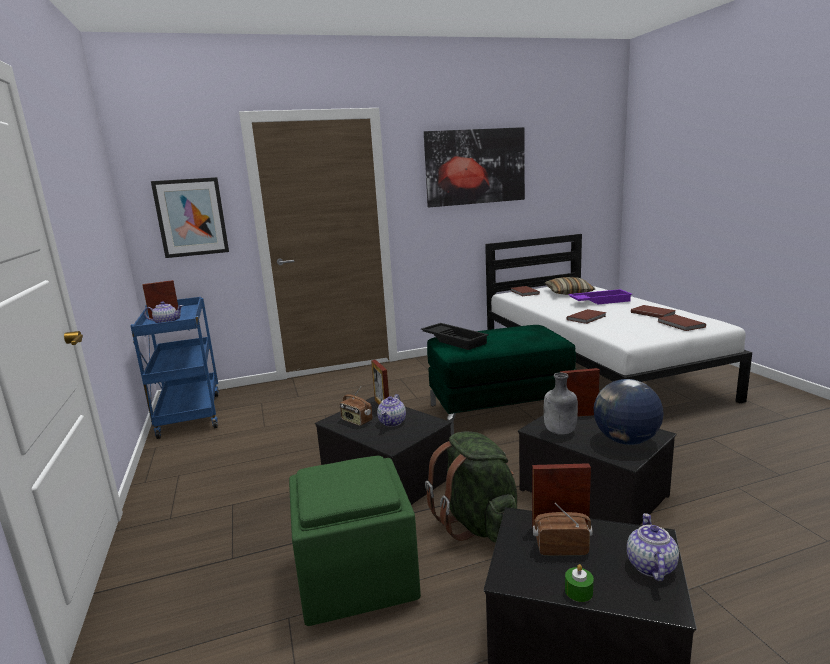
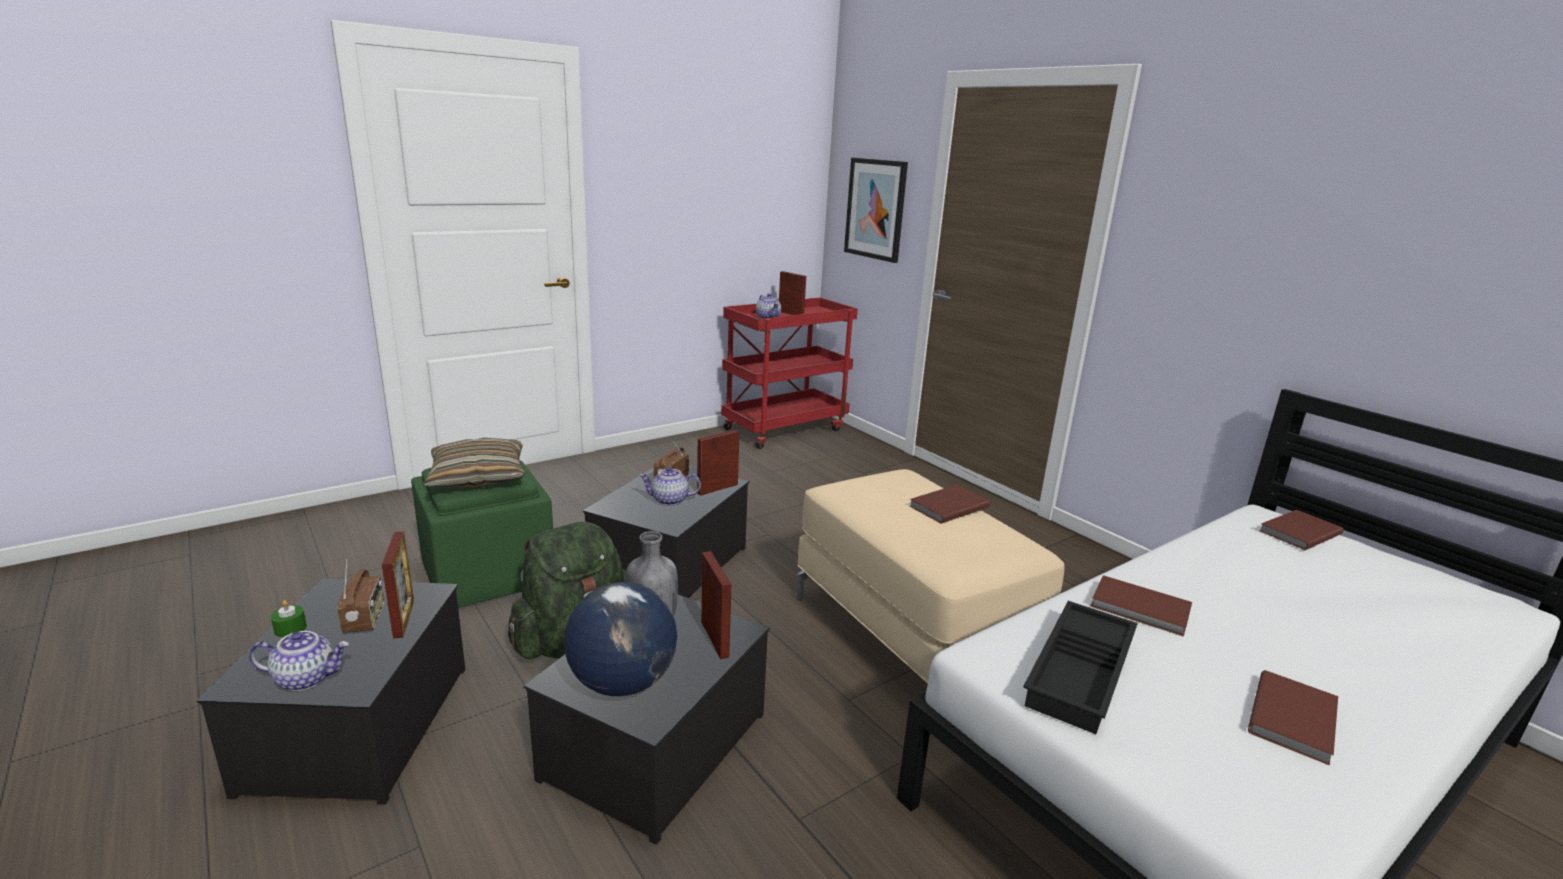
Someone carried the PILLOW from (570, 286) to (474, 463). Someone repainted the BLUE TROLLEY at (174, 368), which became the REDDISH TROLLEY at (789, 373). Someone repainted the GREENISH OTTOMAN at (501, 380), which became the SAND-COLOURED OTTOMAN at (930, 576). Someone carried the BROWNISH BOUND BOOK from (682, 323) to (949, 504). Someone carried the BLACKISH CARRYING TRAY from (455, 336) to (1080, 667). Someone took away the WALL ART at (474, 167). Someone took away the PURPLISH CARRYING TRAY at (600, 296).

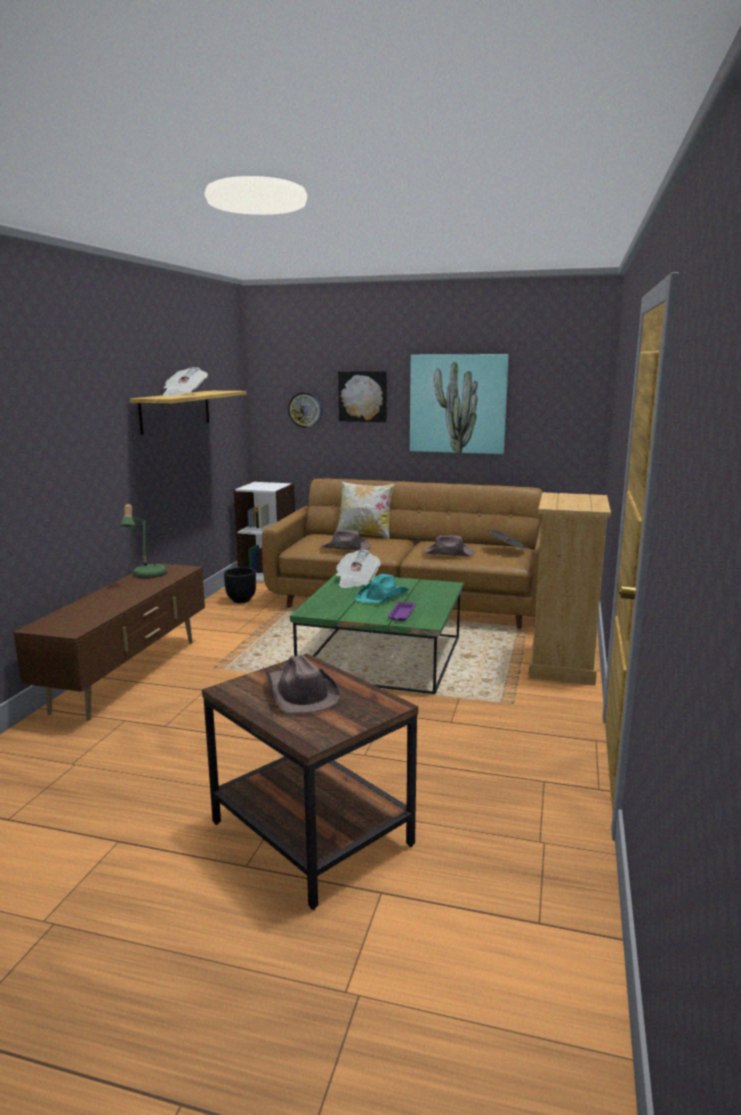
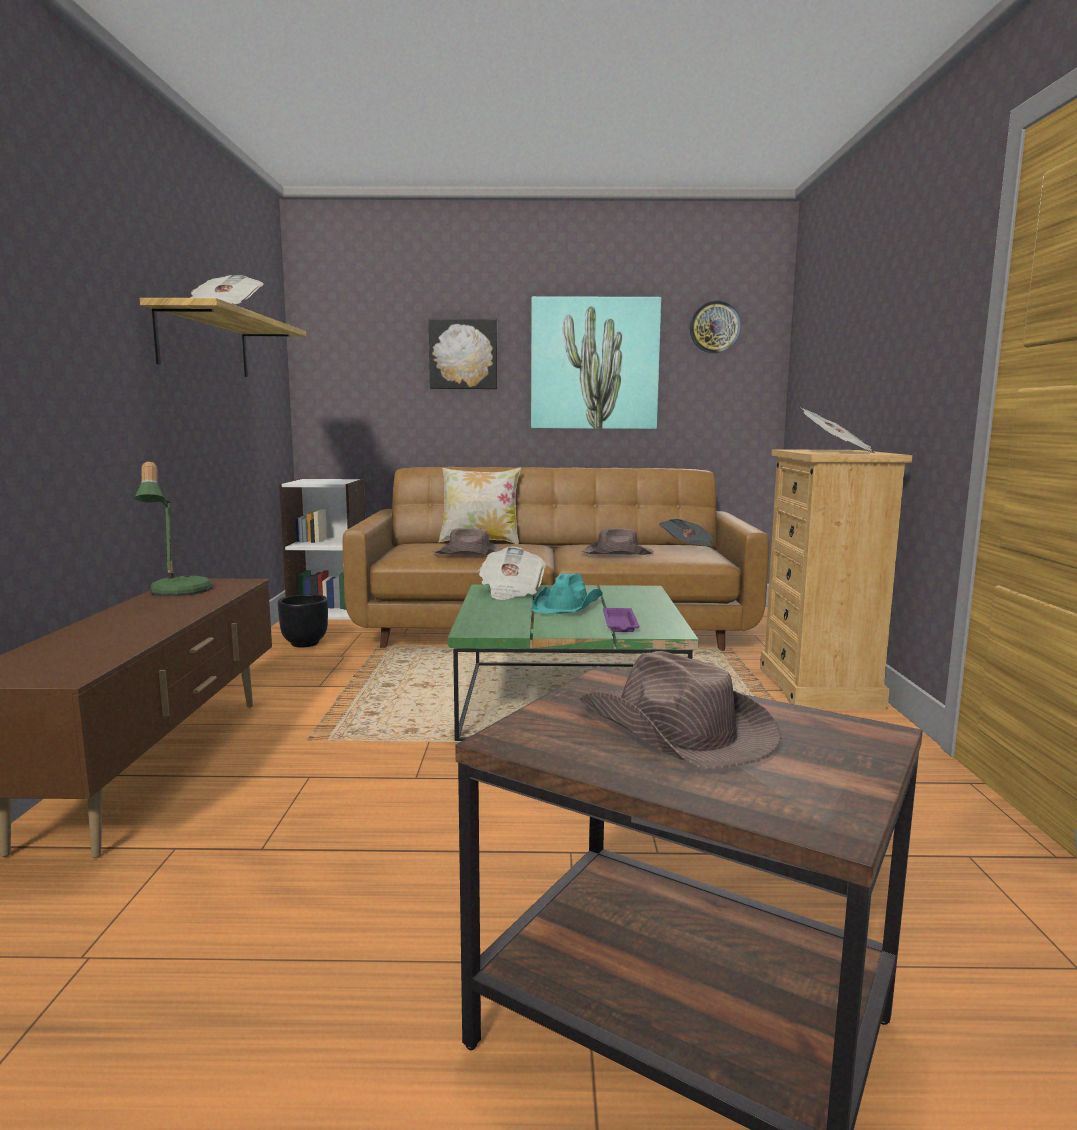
Someone carried the CLOCK ON THE WALL from (305, 410) to (715, 327). Someone put down the PRINTED PAPER at (837, 430).

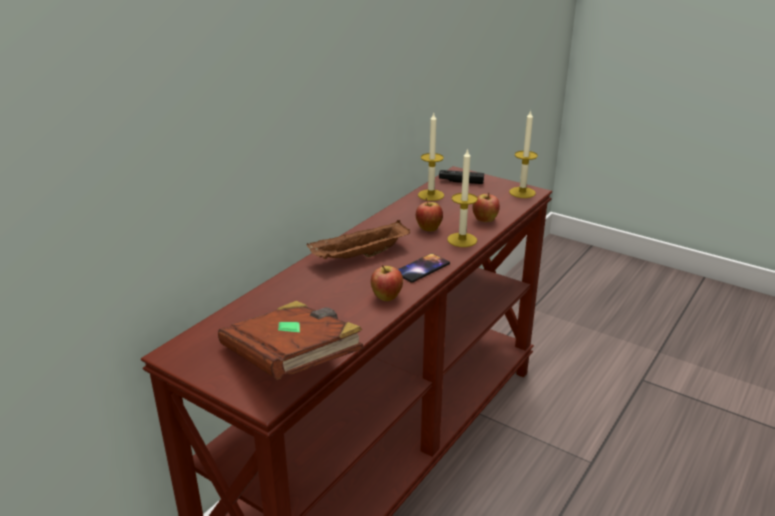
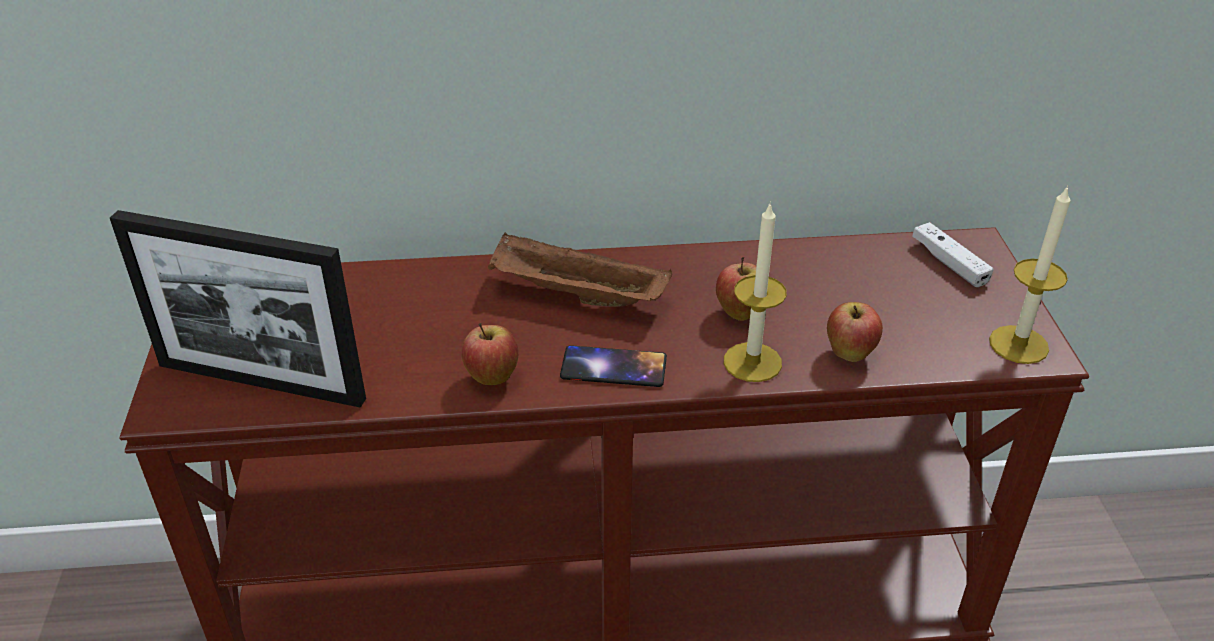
Someone swapped the BROWNISH BOUND BOOK at (291, 340) for the PHOTO FRAME at (238, 309). Someone repainted the BLACKISH JOYPAD at (461, 177), which became the WHITISH JOYPAD at (953, 254). Someone took away the CANDLE at (431, 157).

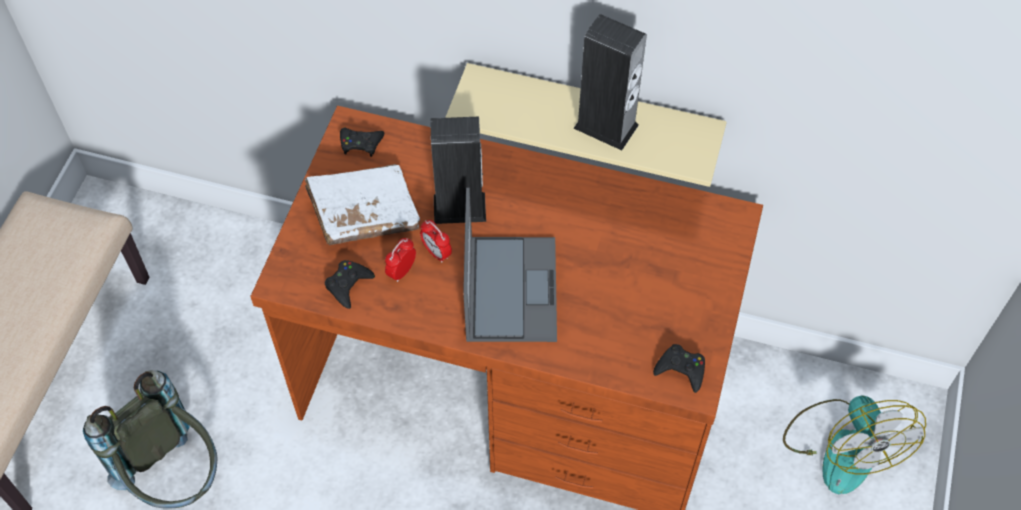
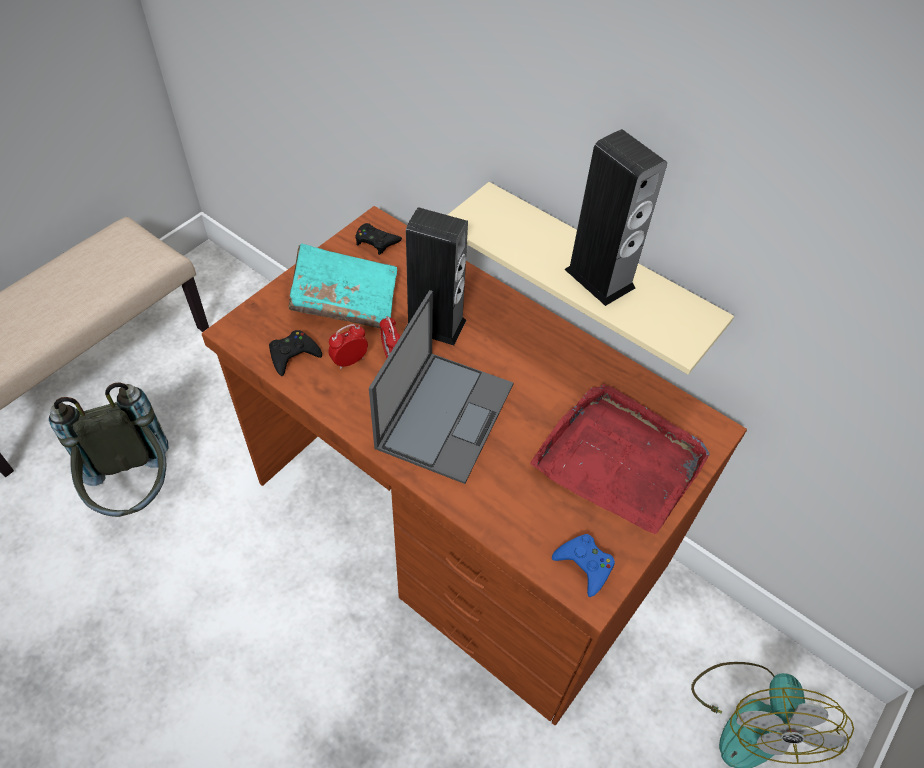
Someone repainted the WHITISH BOUND BOOK at (362, 204), which became the BLUE-GREEN BOUND BOOK at (343, 286). Someone put down the REDDISH CARRYING TRAY at (620, 459). Someone repainted the BLACKISH JOYPAD at (679, 368), which became the BLUE JOYPAD at (583, 565).

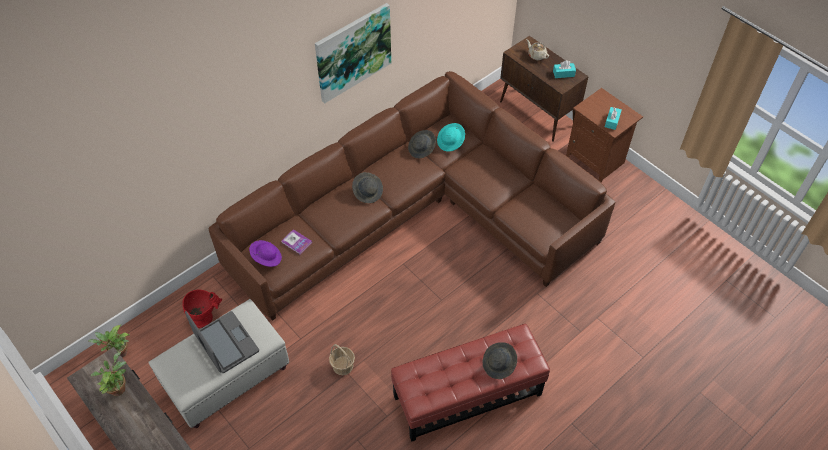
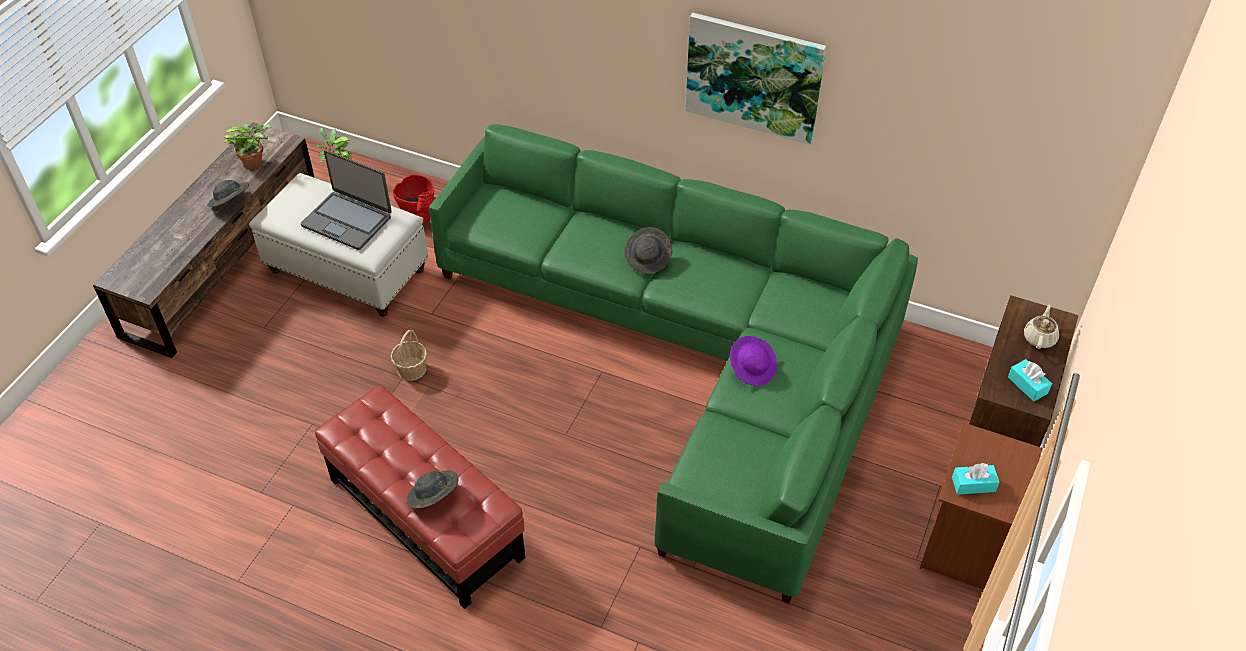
Someone carried the GRAY CLOTHING HAT from (422, 144) to (228, 193). Someone rotated the NOTEBOOK COMPUTER at (222, 342) by 90 degrees clockwise. Someone repainted the BROWNISH COUCH at (412, 196), which became the GREENISH COUCH at (673, 364). Someone carried the PURPLISH CLOTHING HAT from (265, 253) to (753, 361). Someone took away the BOUND BOOK at (297, 241). Someone took away the BLUE-GREEN CLOTHING HAT at (451, 137).

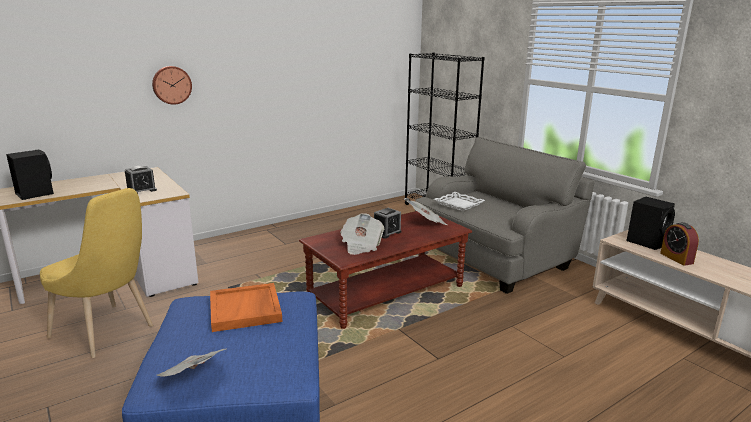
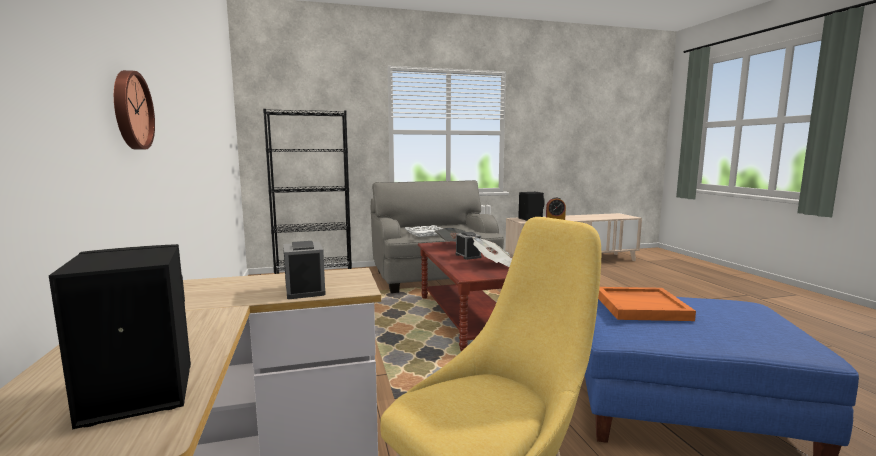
Someone took away the PRINTED PAPER at (191, 363).

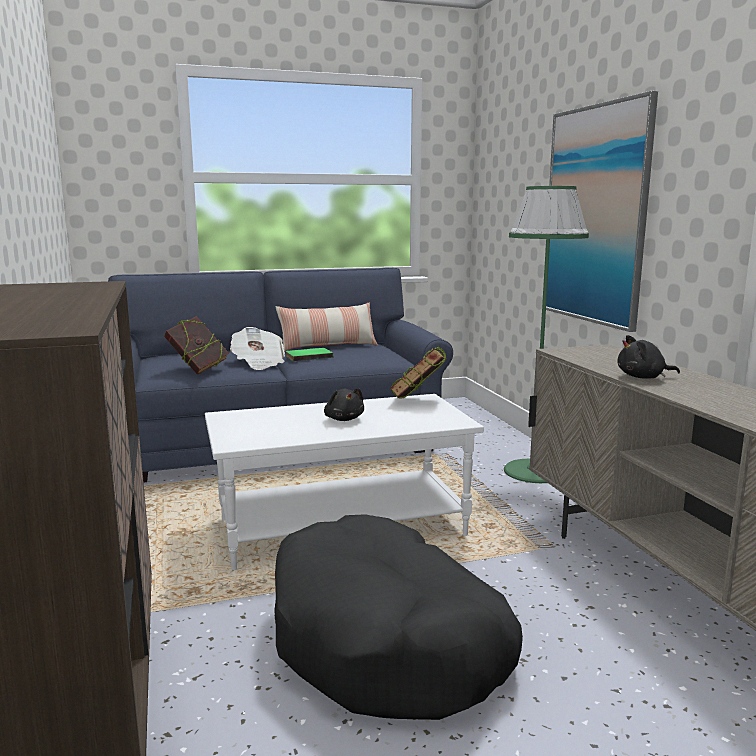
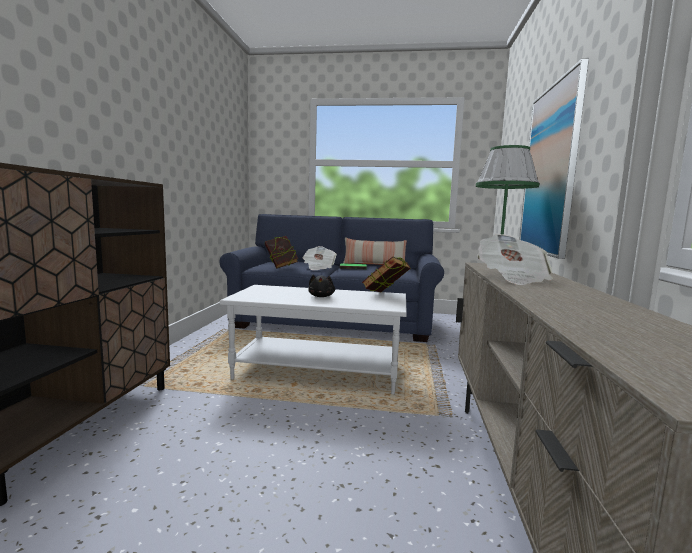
Someone swapped the BLACKISH SOFT TOY at (648, 357) for the PRINTED PAPER at (515, 259). Someone took away the BLACKISH PET BED at (398, 617).

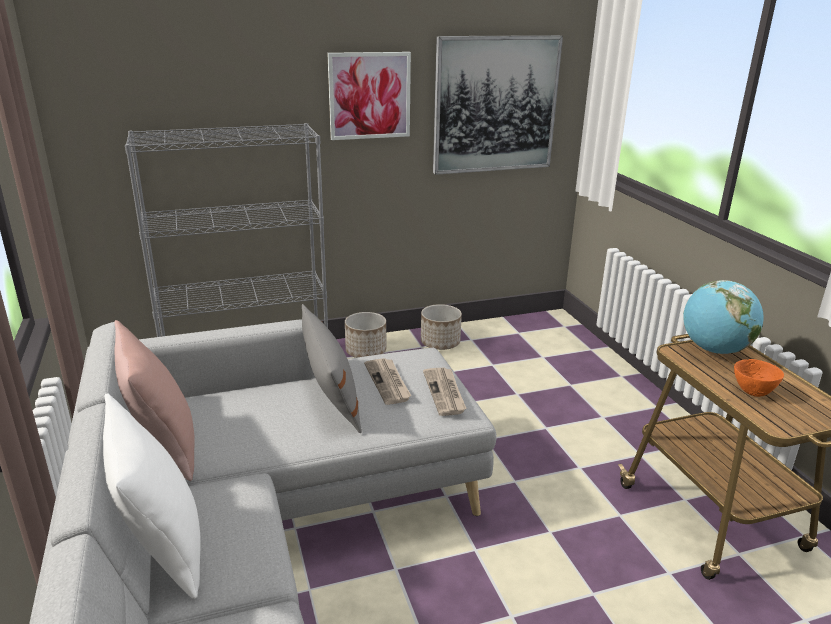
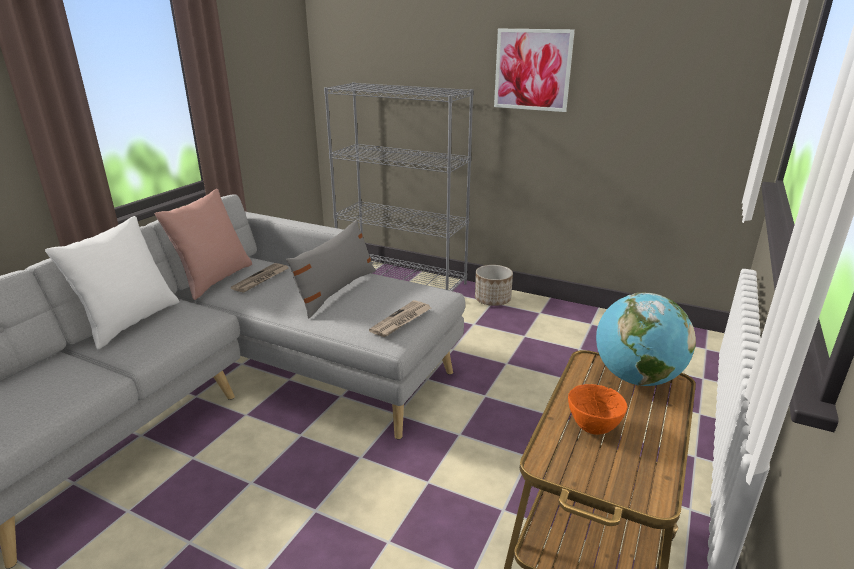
Someone carried the PRINTED PAPER from (387, 381) to (259, 278). Someone took away the FLOWER POT at (441, 327). Someone took away the WALL ART at (498, 105).

